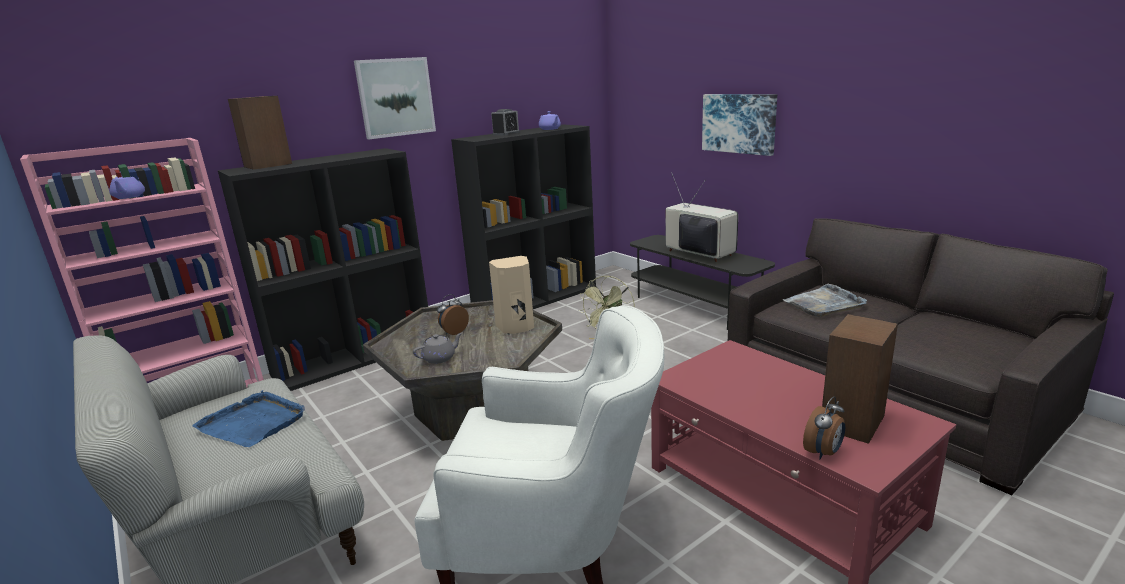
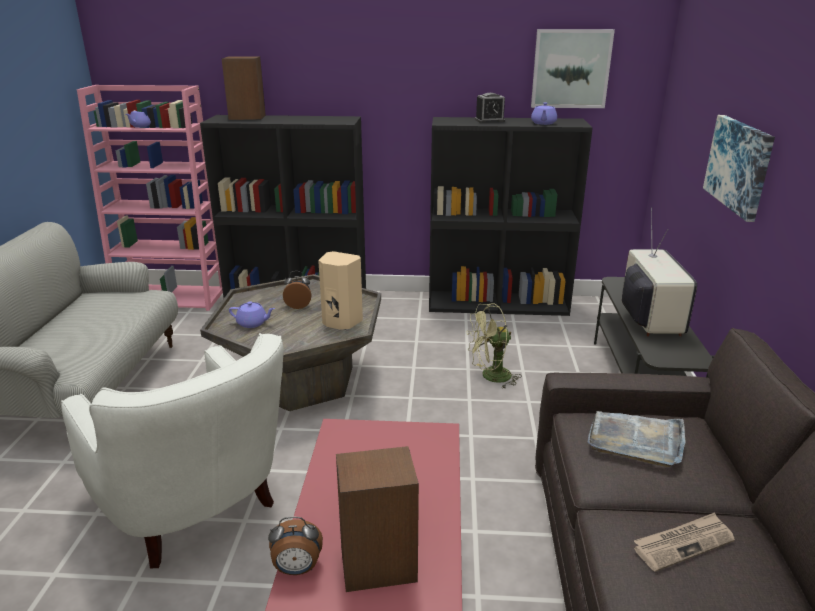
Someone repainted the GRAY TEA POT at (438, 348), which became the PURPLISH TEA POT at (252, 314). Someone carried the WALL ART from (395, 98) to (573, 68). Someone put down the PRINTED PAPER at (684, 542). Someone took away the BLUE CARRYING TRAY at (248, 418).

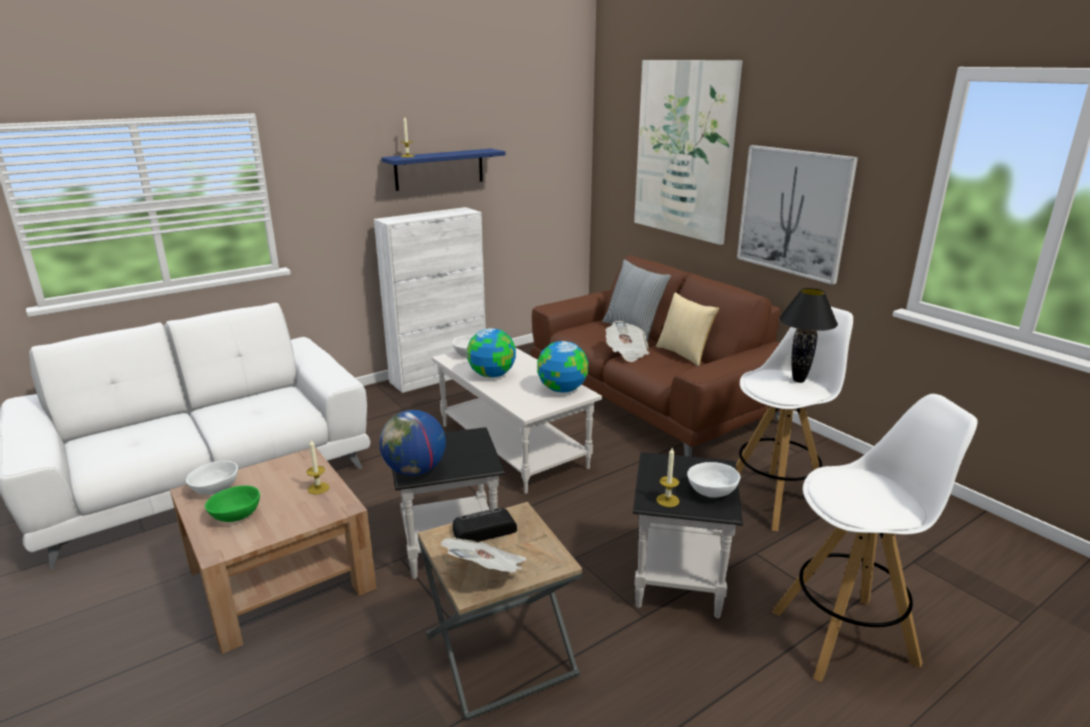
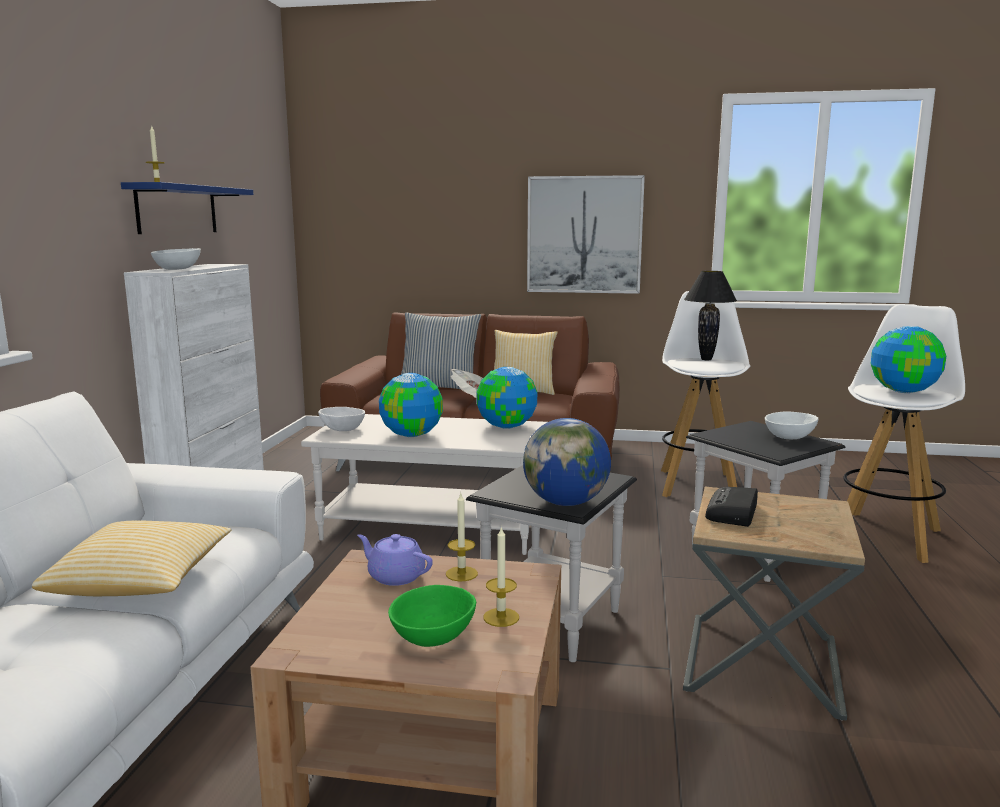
Someone put down the PILLOW at (131, 558). Someone carried the WHITISH SERVING BOWL from (212, 478) to (176, 259). Someone put down the PURPLISH TEA POT at (395, 560). Someone carried the CANDLE from (668, 477) to (501, 576). Someone put down the GLOBE at (908, 359). Someone took away the PRINTED PAPER at (484, 555). Someone took away the WALL ART at (688, 152).

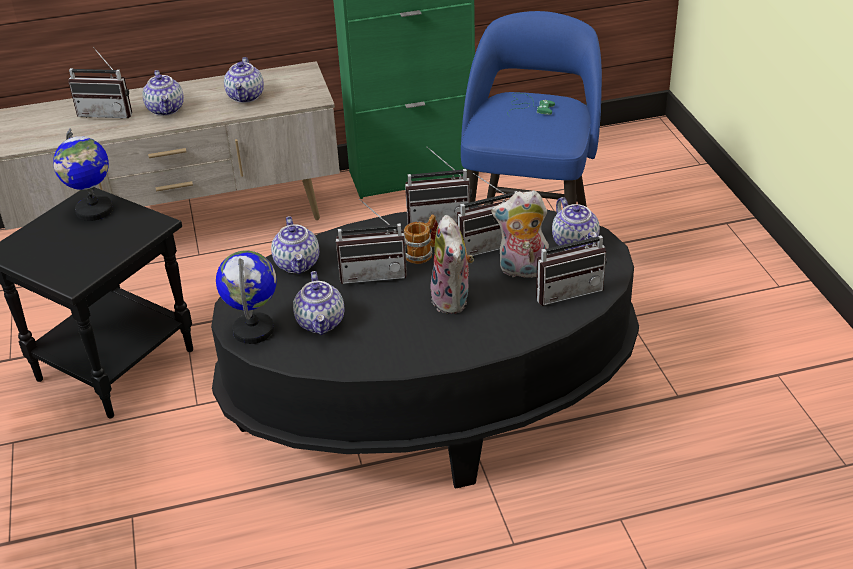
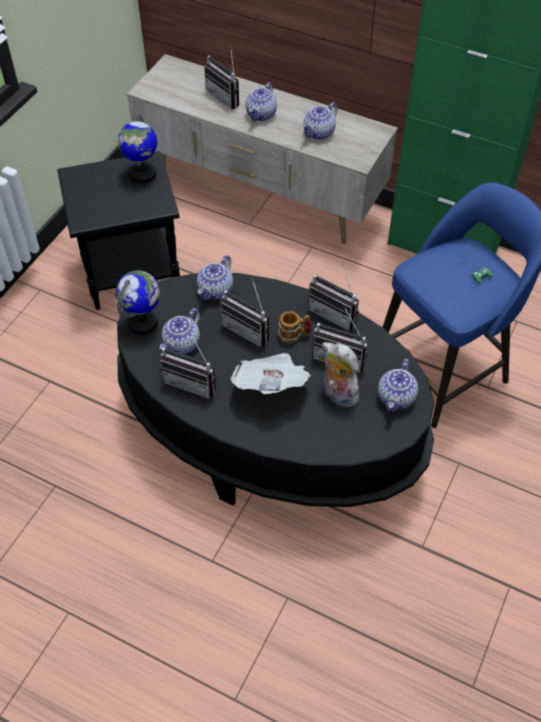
Someone carried the RADIO from (571, 261) to (188, 364). Someone swapped the SOFT TOY at (451, 264) for the PRINTED PAPER at (270, 373).

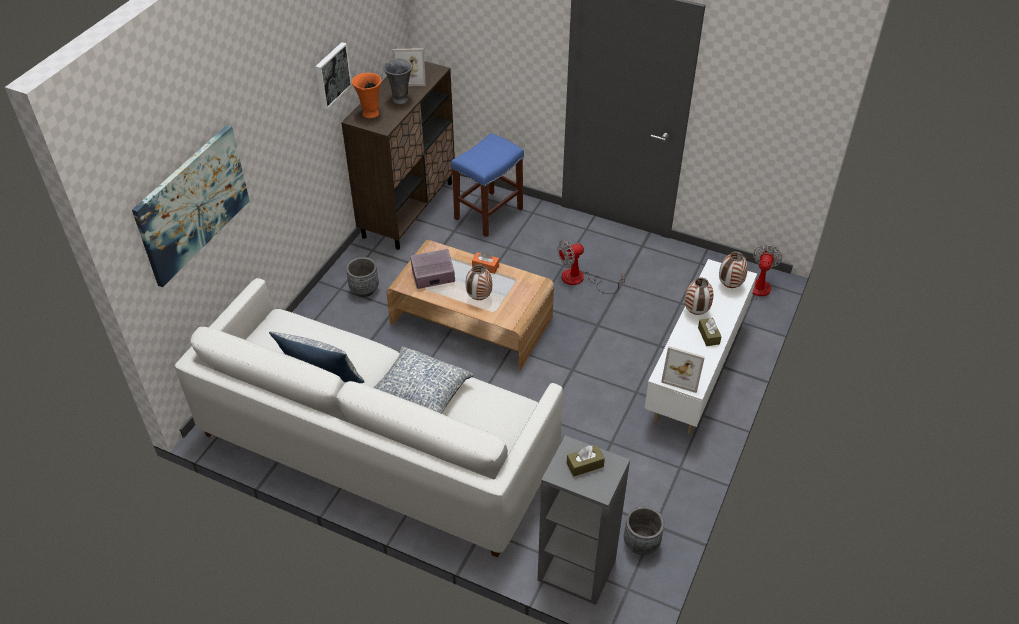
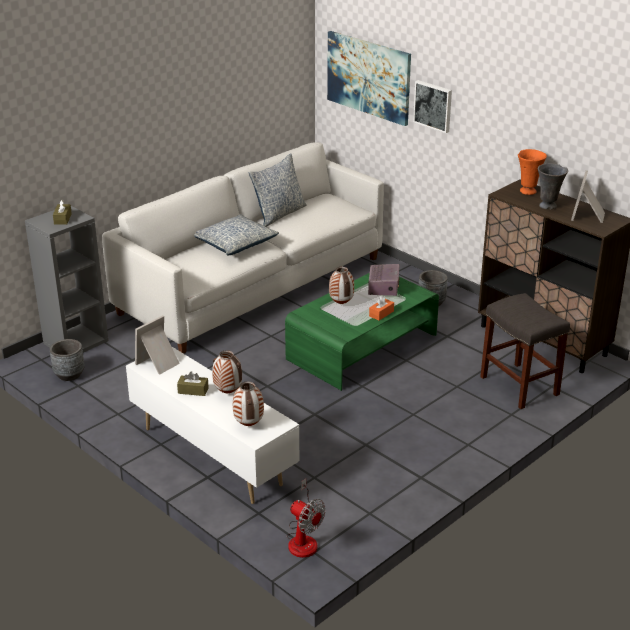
Someone repainted the BROWNISH LOW TABLE at (470, 305), which became the GREENISH LOW TABLE at (362, 332). Someone carried the WALL ART from (333, 75) to (432, 106). Someone repainted the BLUE STOOL at (487, 185), which became the GRAY STOOL at (525, 351). Someone took away the ELECTRIC FAN at (591, 267).

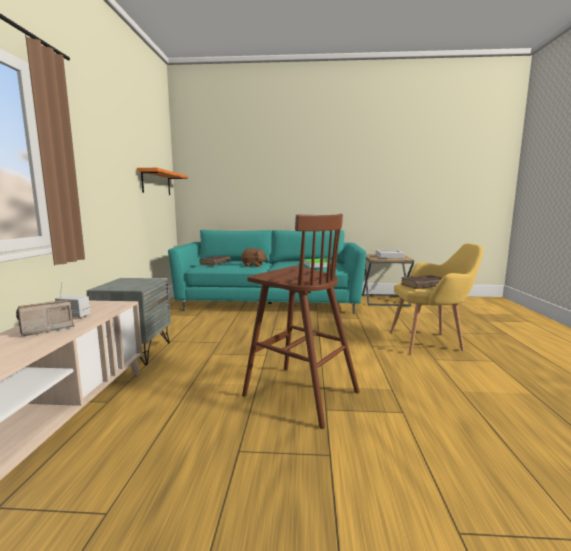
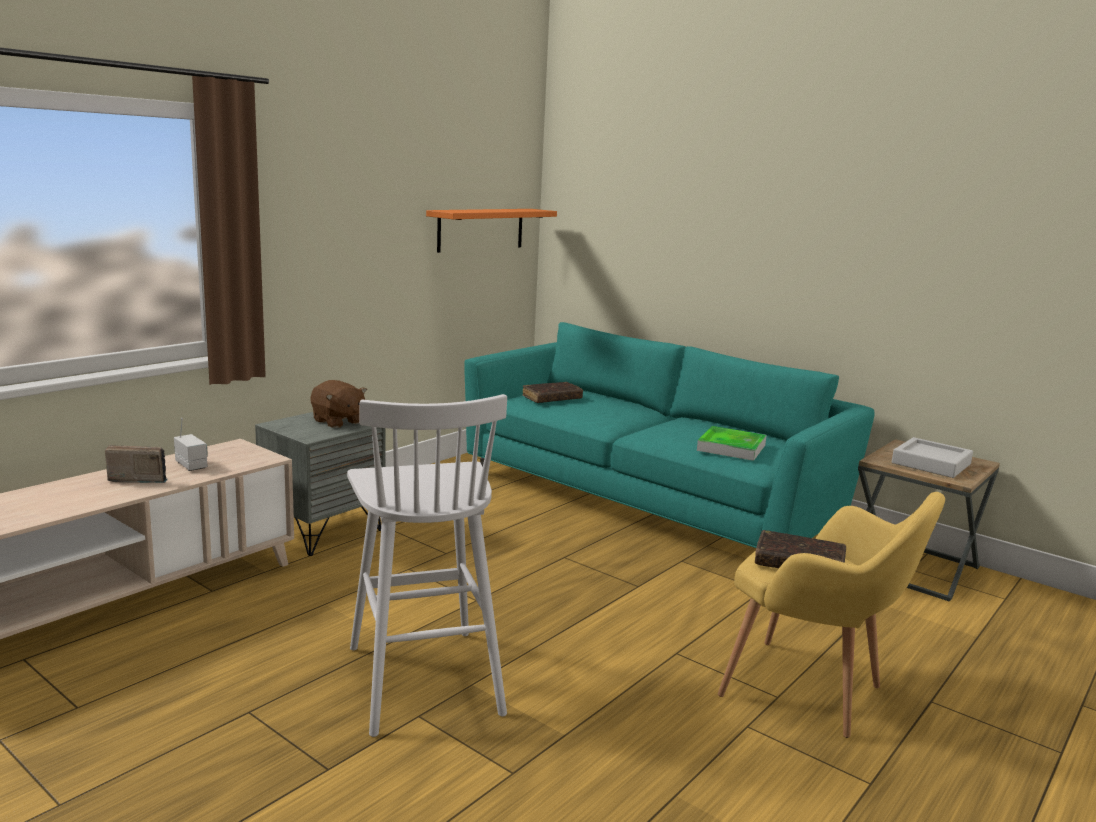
Someone carried the BROWNISH SOFT TOY from (254, 257) to (338, 404). Someone repainted the BROWNISH STOOL at (301, 321), which became the WHITISH STOOL at (427, 565).

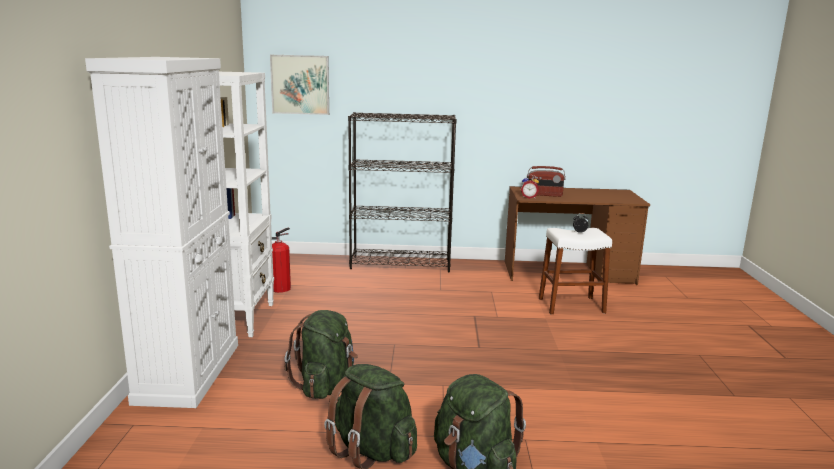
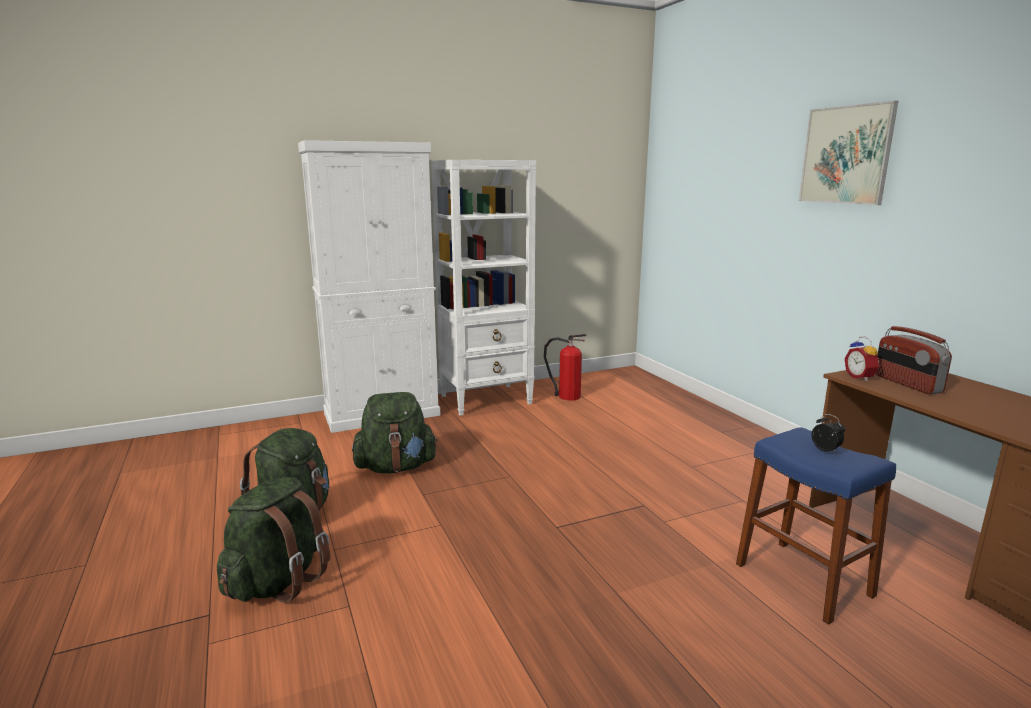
Someone repainted the WHITISH STOOL at (575, 271), which became the BLUE STOOL at (816, 525). Someone carried the WALL ART from (299, 85) to (848, 153). Someone took away the BLACKISH BOOKSHELF at (402, 192).

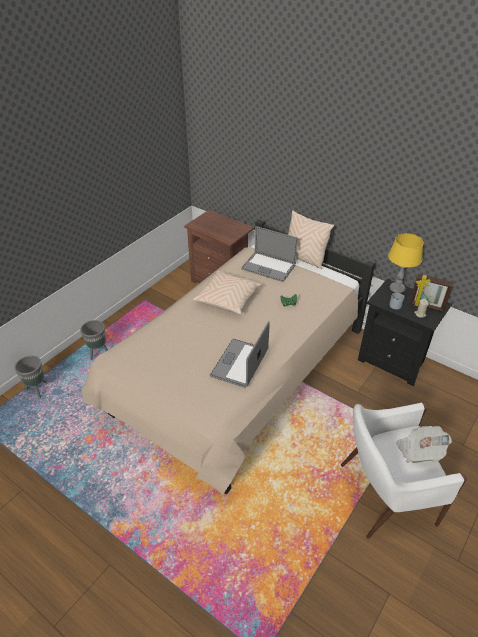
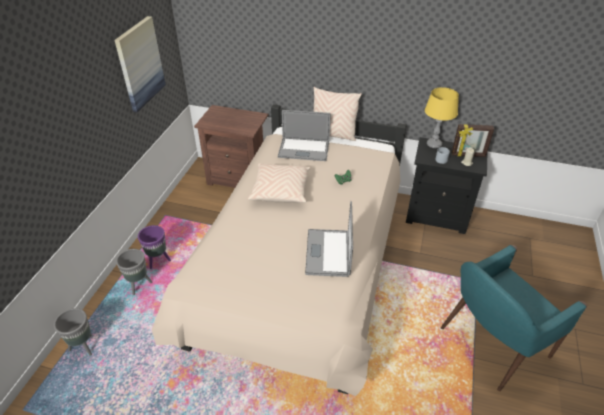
Someone put up the WALL ART at (140, 64). Someone put down the PURPLISH FLOWER POT at (154, 247). Someone repainted the WHITISH LOUNGE CHAIR at (404, 471), which became the BLUE-GREEN LOUNGE CHAIR at (514, 318). Someone took away the PRINTED PAPER at (424, 444).

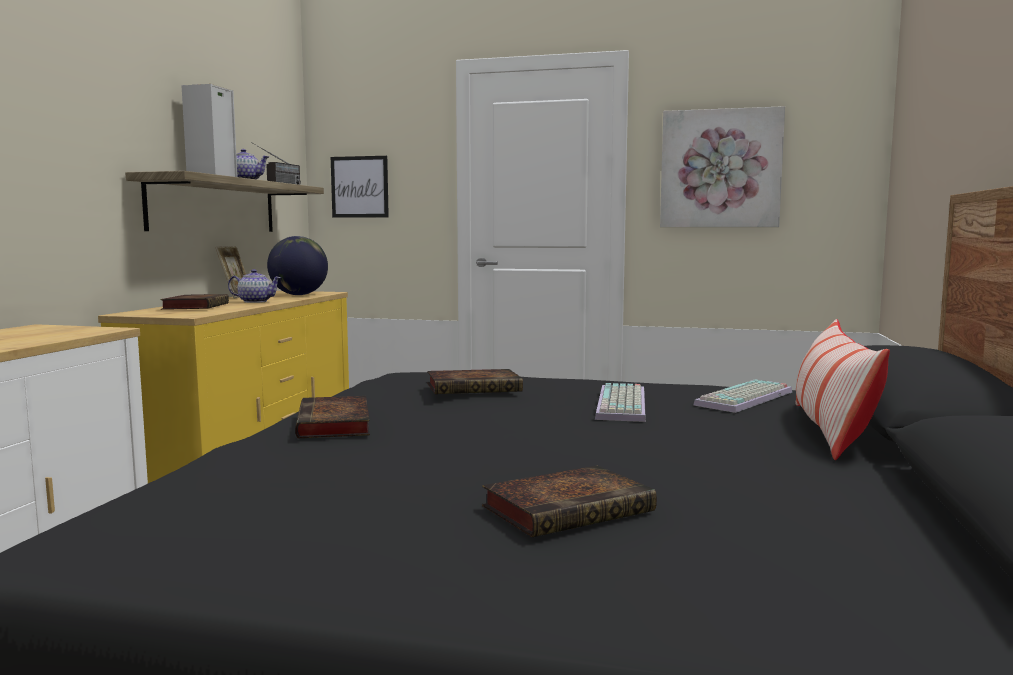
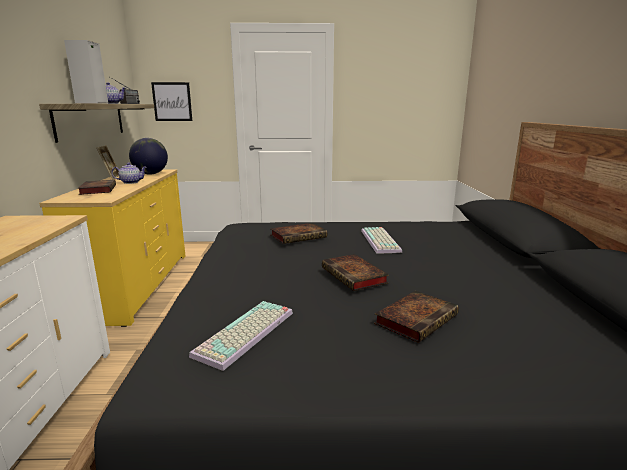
Someone carried the PC KEYBOARD from (743, 396) to (241, 336). Someone carried the BOUND BOOK from (332, 417) to (355, 272). Someone took away the WALL ART at (722, 166). Someone took away the PILLOW at (842, 389).

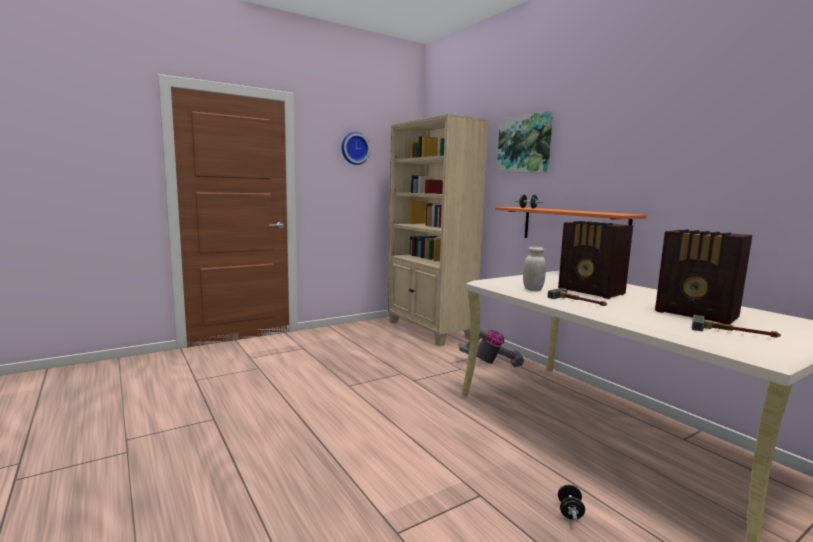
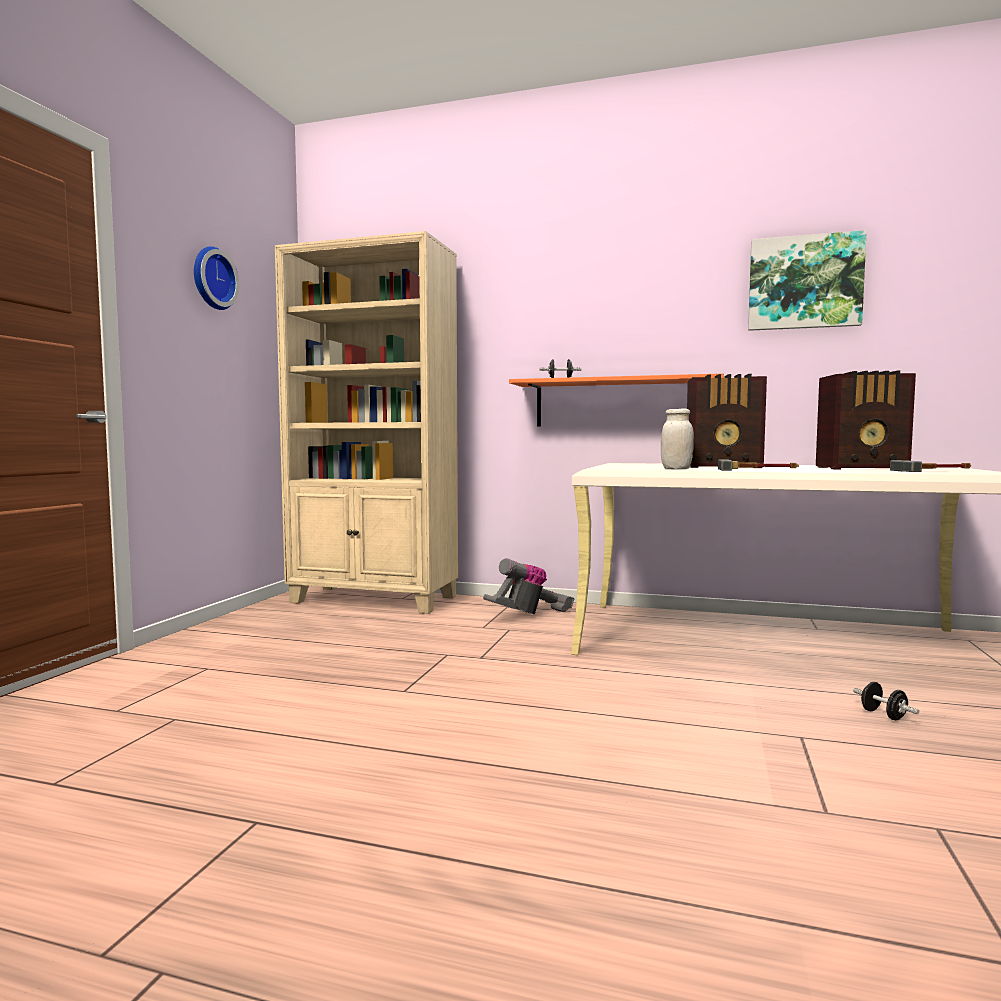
Someone carried the WALL ART from (525, 142) to (807, 280).

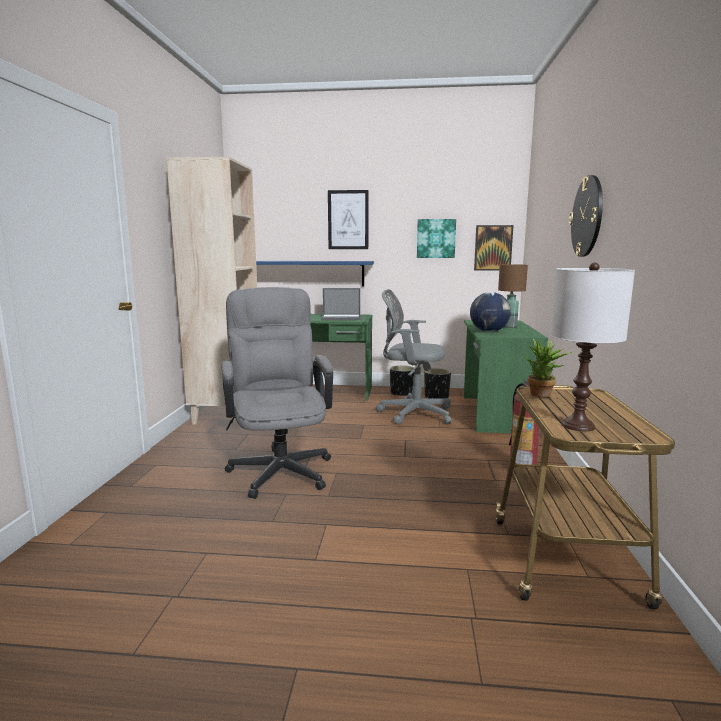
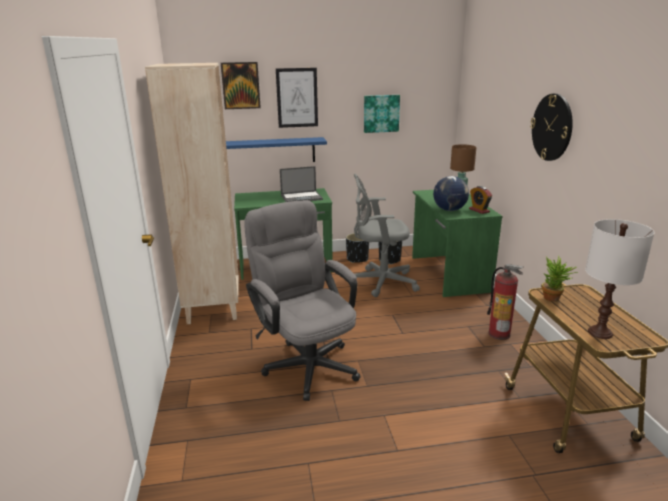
Someone carried the WALL ART from (494, 248) to (241, 85). Someone put down the TABLE CLOCK at (480, 200).

